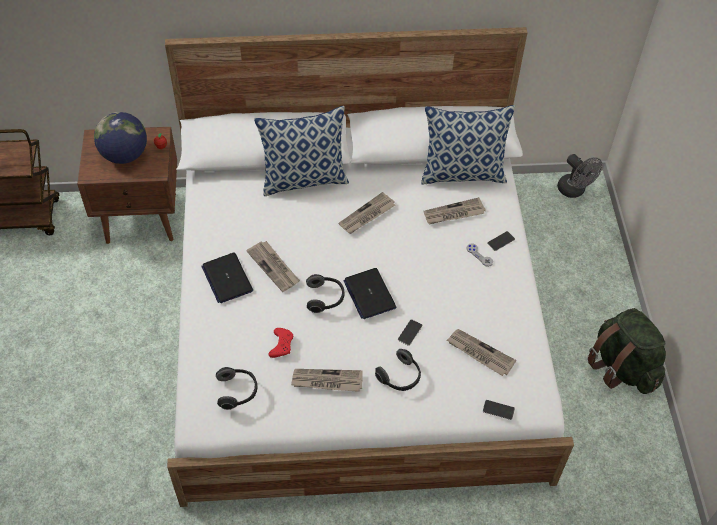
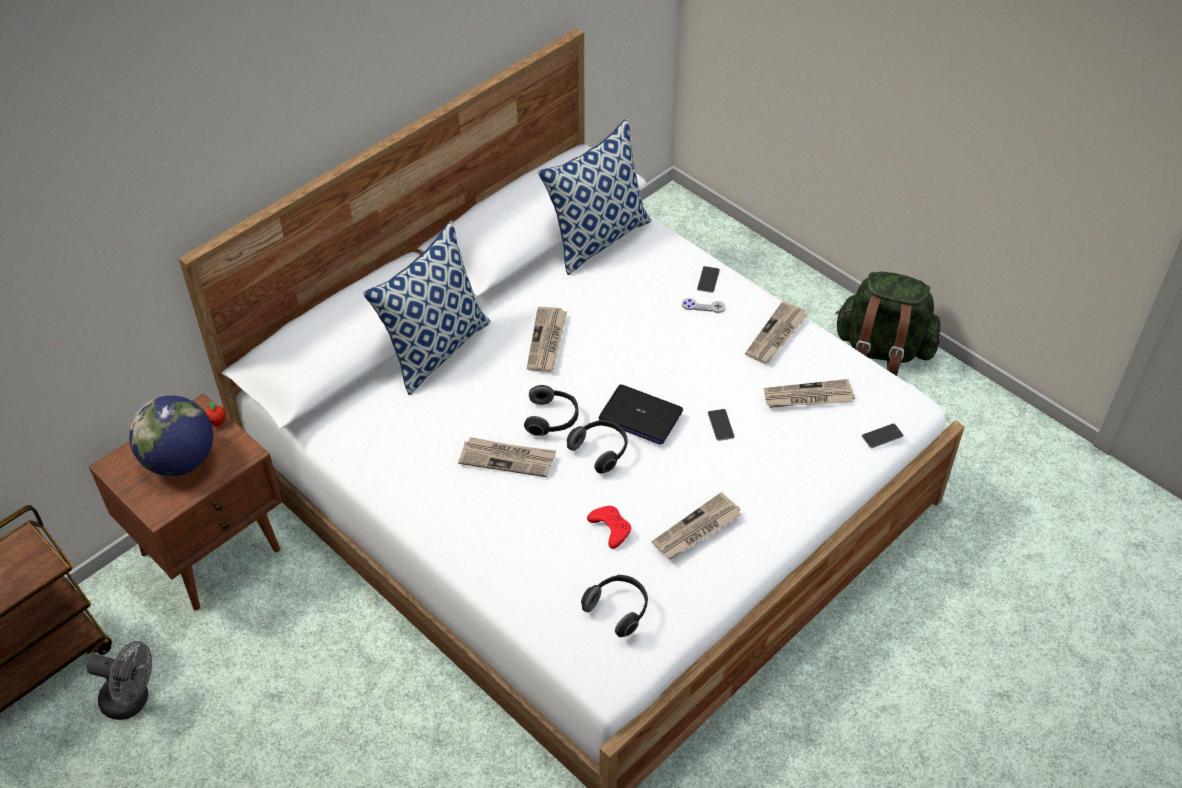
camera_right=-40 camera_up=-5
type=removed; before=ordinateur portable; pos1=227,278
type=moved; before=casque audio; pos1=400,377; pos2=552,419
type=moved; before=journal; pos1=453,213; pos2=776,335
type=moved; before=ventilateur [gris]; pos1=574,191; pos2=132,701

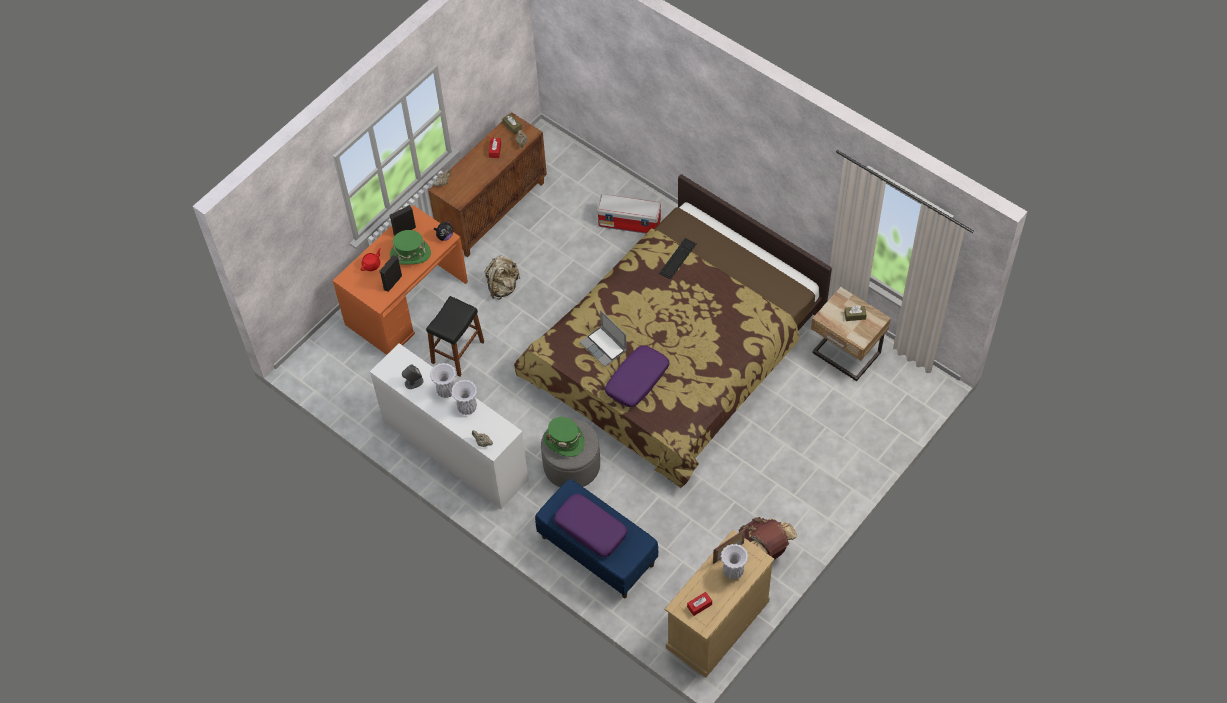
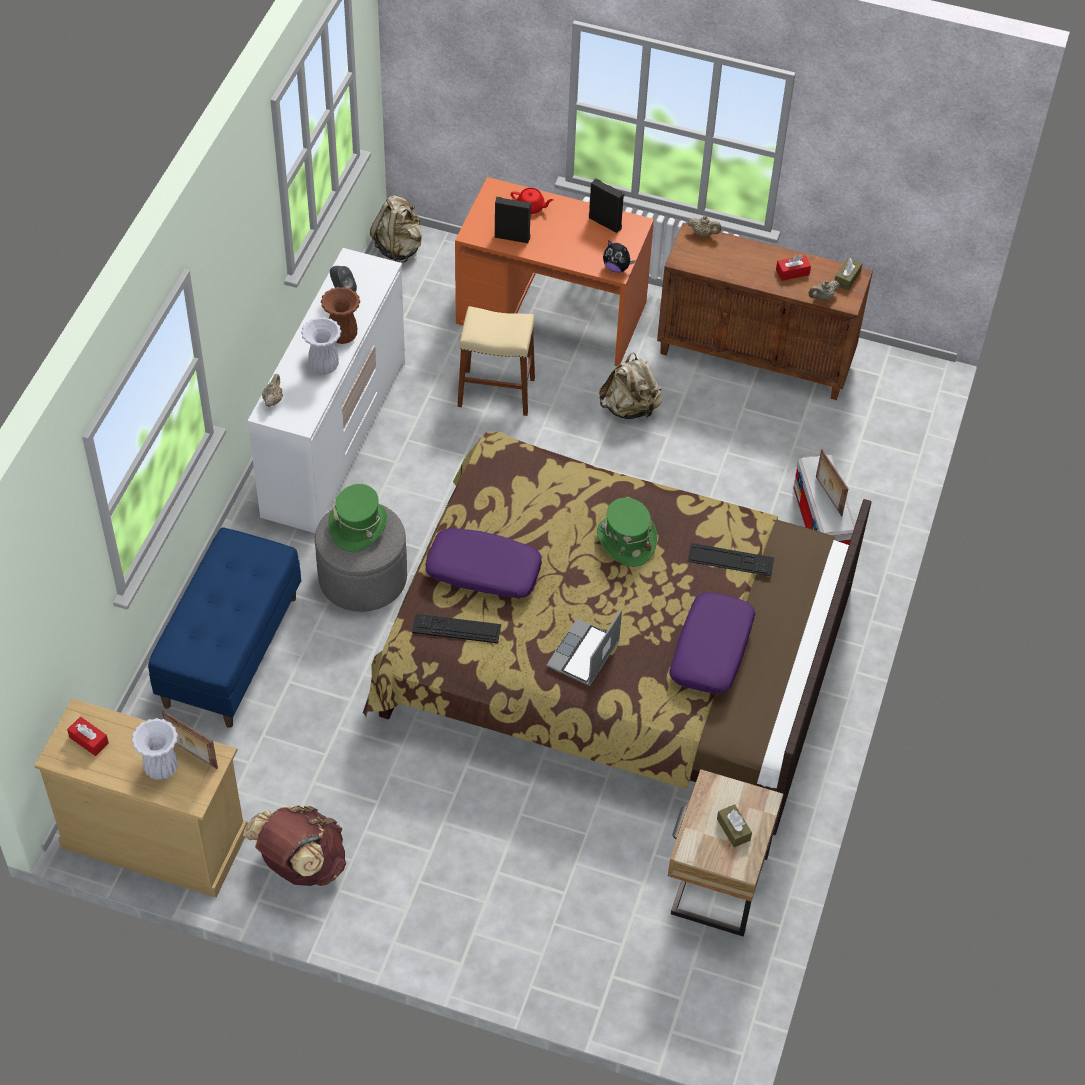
camera_right=65 camera_up=-5
type=added; after=sac à dos [beige]; pos2=399,248
type=added; after=clavier; pos2=456,628
type=added; after=cadre photo; pos2=828,496
type=moved; before=chapeau [vert]; pos1=410,254; pos2=626,540
type=moved; before=coussin [violet]; pos1=591,528; pos2=712,651
type=moved; before=ordinateur portable; pos1=604,347; pos2=584,655
type=recoloured; before=tabouret [noir]; after=tabouret [beige]; pos1=457,352; pos2=496,392
type=recoloured; before=vase [blanc]; after=vase [marron]; pos1=446,391; pos2=342,336

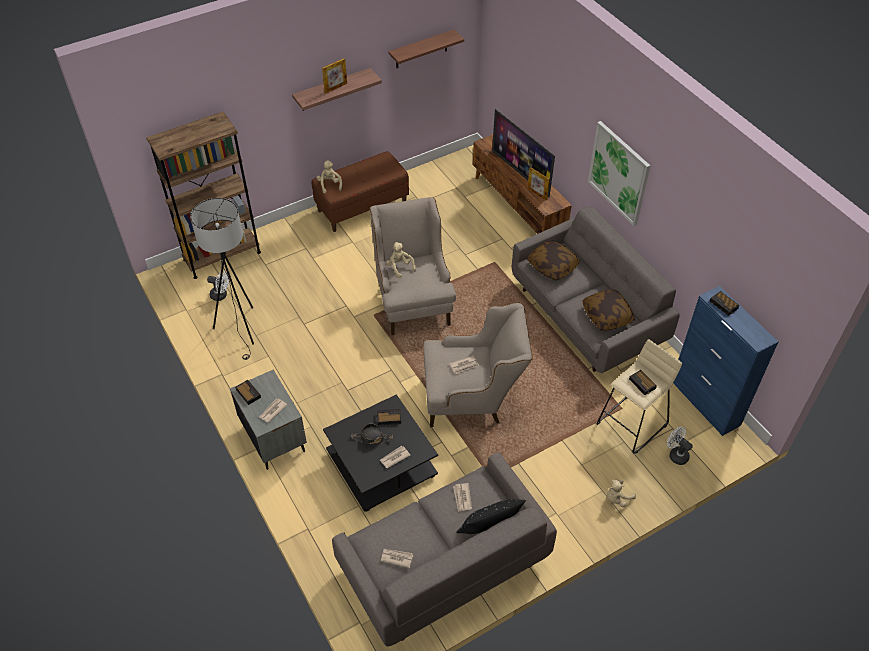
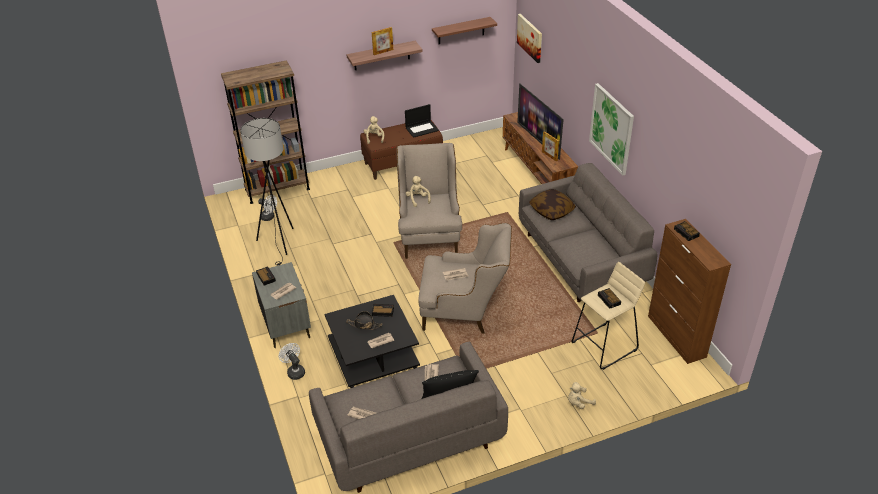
camera_right=10 camera_up=-10
type=removed; before=coussin; pos1=607,316
type=added; after=ordinateur portable; pos2=422,129
type=added; after=tableau; pos2=530,37
type=moved; before=ventilateur [blanc]; pos1=676,454; pos2=294,371
type=recoloured; before=meuble de rangement [bleu]; after=meuble de rangement [marron]; pos1=705,403; pos2=676,336

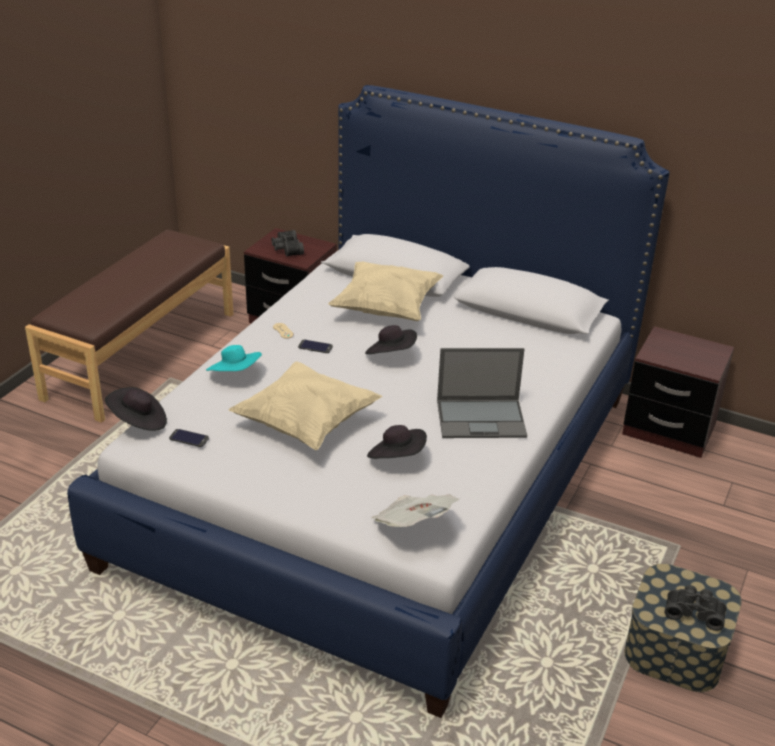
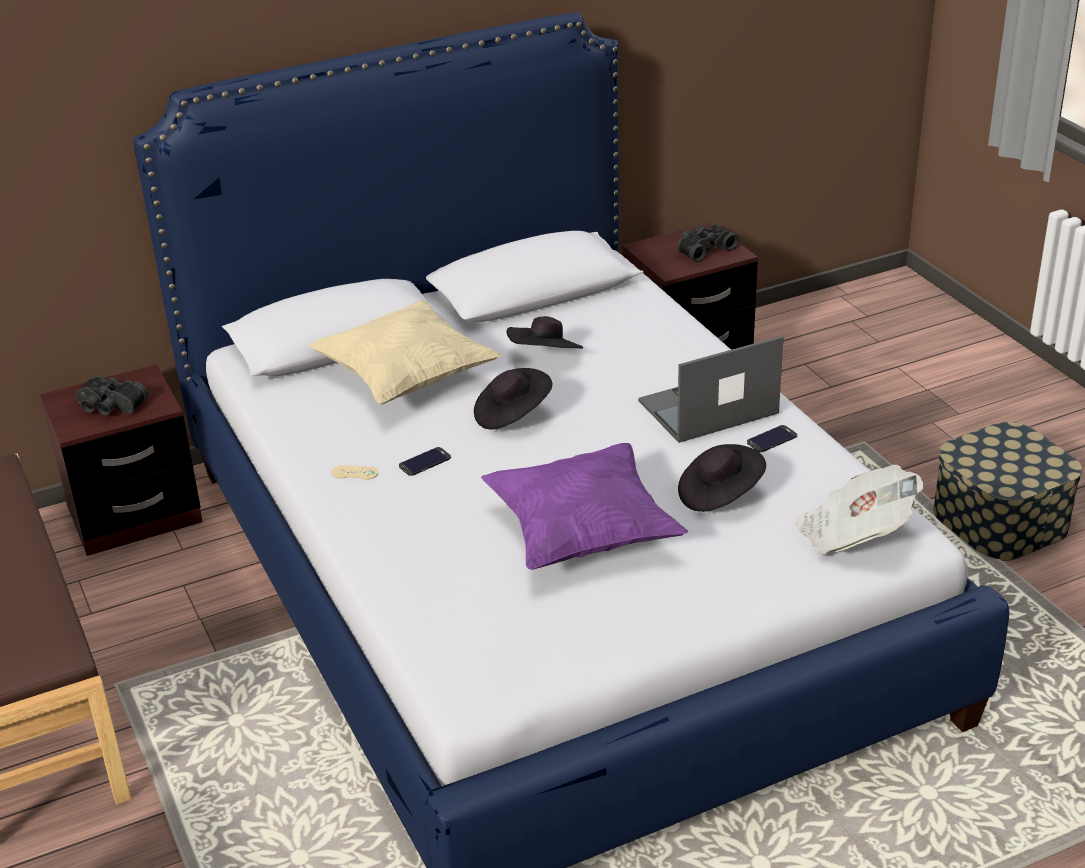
camera_right=-50 camera_up=0
type=removed; before=chapeau [turquoise]; pos1=235,375
type=moved; before=chapeau [noir]; pos1=138,422; pos2=545,357
type=moved; before=téléphone; pos1=189,438; pos2=772,439
type=moved; before=jumelles [noir]; pos1=694,611; pos2=704,249
type=recoloured; before=coussin [beige]; after=coussin [violet]; pos1=306,424; pos2=582,534
type=turned; before=ordinateur portable; pos1=482,418; pos2=707,408; turn=-150

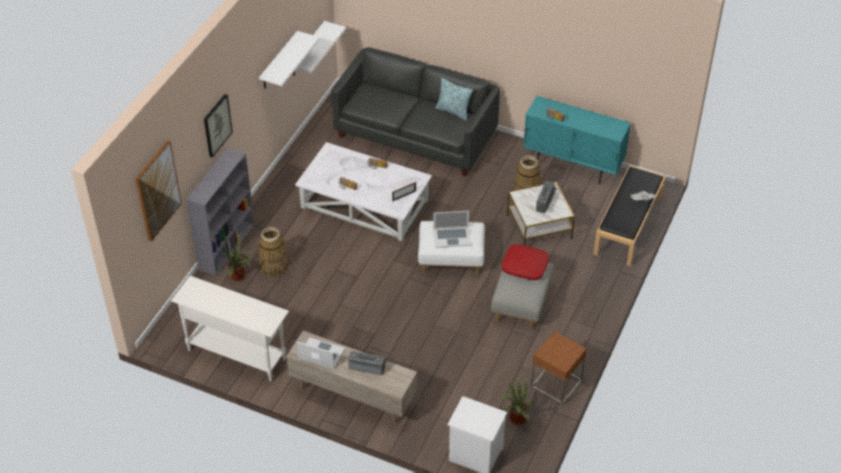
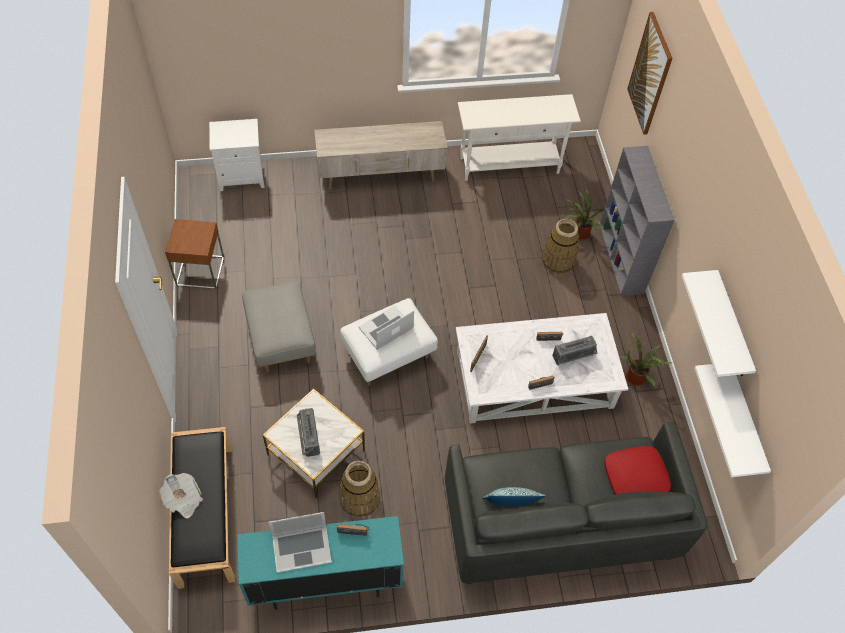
camera_right=145 camera_up=10
type=removed; before=tableau; pos1=217,125
type=moved; before=ordinateur portable; pos1=321,354; pos2=301,548
type=moved; before=radio; pos1=367,366; pos2=573,357
type=moved; before=plante en pot; pos1=515,418; pos2=636,377
type=moved; before=coussin [rouge]; pos1=525,266; pos2=635,477

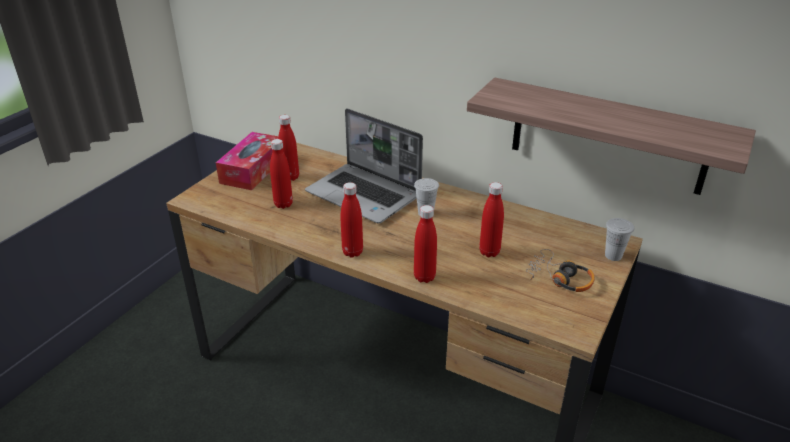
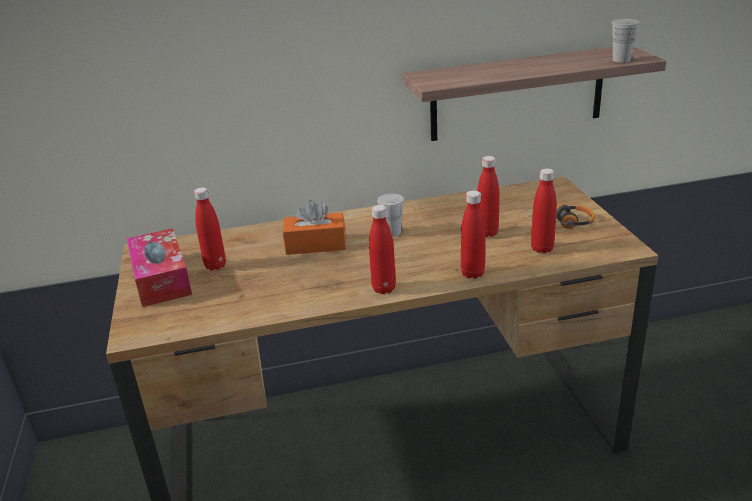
camera_right=-40 camera_up=-5
type=moved; before=bouteille [rouge]; pos1=283,204; pos2=542,249
type=moved; before=tasse [blanc]; pos1=613,255; pos2=621,60
type=replaced; before=ordinateur portable; after=boîte à mouchoirs [orange]; pos1=365,195; pos2=316,245

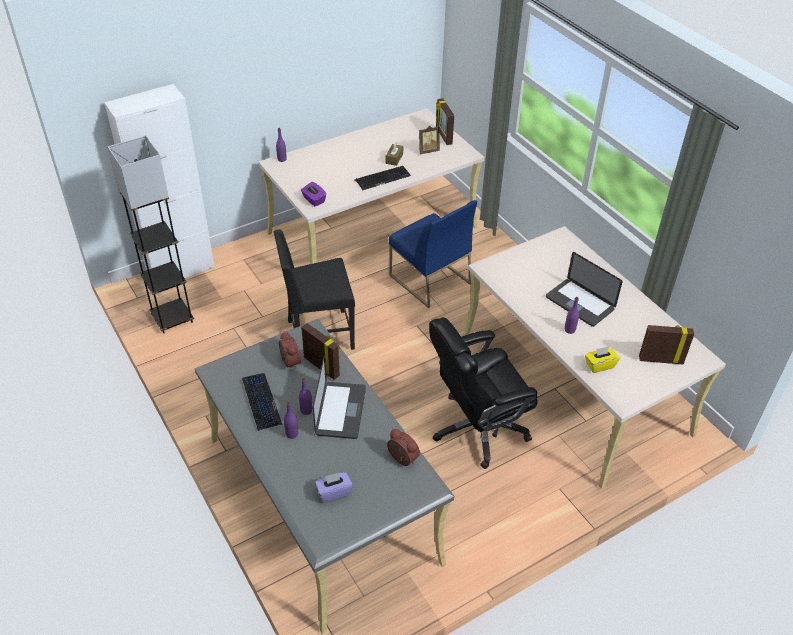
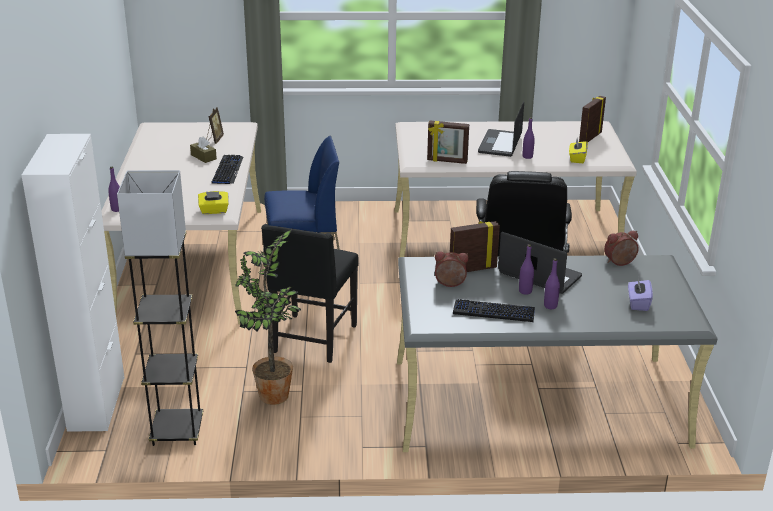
camera_right=-60 camera_up=-15
type=added; after=plante en pot; pos2=274,398
type=moved; before=cadre photo; pos1=443,136; pos2=447,161
type=recoloured; before=boîte à mouchoirs [violet]; after=boîte à mouchoirs [jaune]; pos1=313,200; pos2=214,211
type=turned; before=ordinateur portable; pos1=579,303; pos2=500,144; turn=120

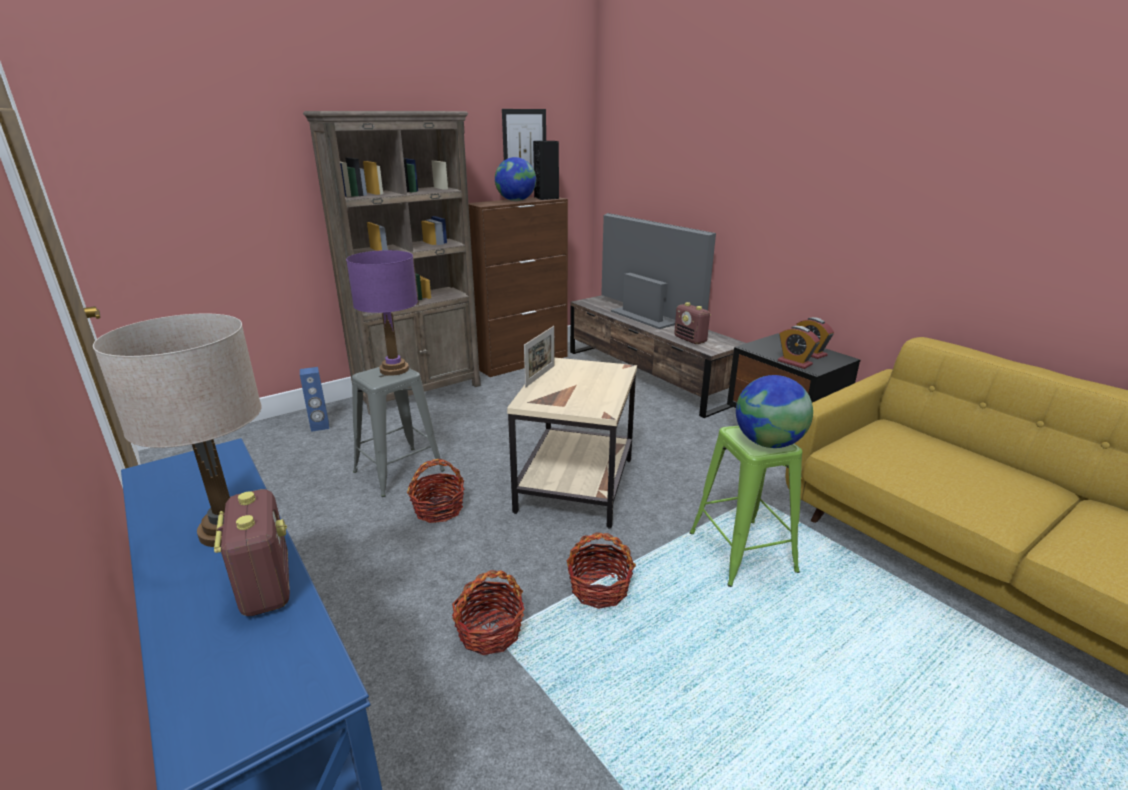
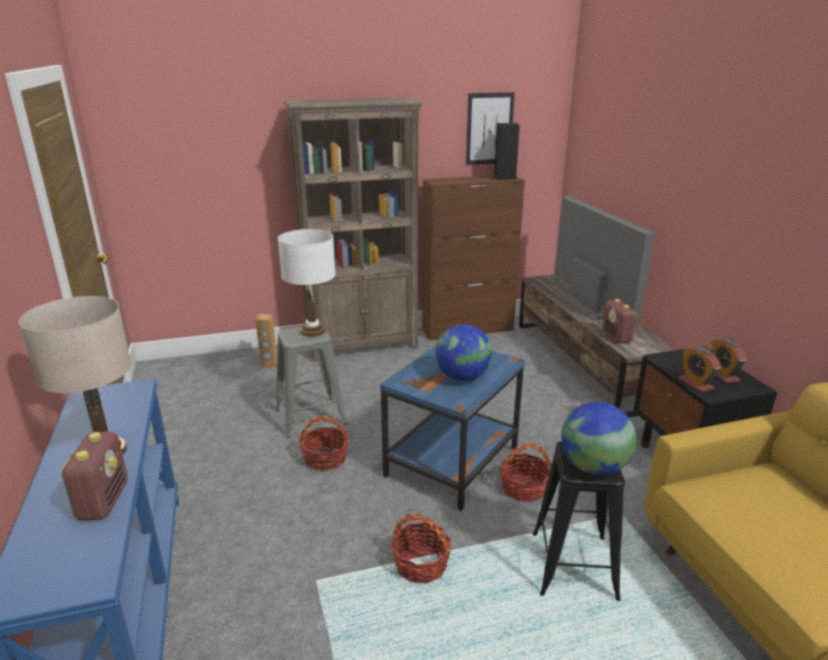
camera_right=20 camera_up=0
type=removed; before=cadre photo; pos1=540,376
type=moved; before=panier; pos1=489,631; pos2=524,488
type=moved; before=globe; pos1=516,201; pos2=462,377
type=recoloured; before=enceinte [bleu]; after=enceinte [marron]; pos1=320,426; pos2=269,364
type=recoloured; before=lampe de table [violet]; after=lampe de table [blanc]; pos1=394,369; pos2=313,331
type=recoloured; before=table d'appoint [beige]; after=table d'appoint [bleu]; pos1=574,485; pos2=451,462
type=recoloured; before=tabouret [vert]; after=tabouret [noir]; pos1=742,552; pos2=573,566

